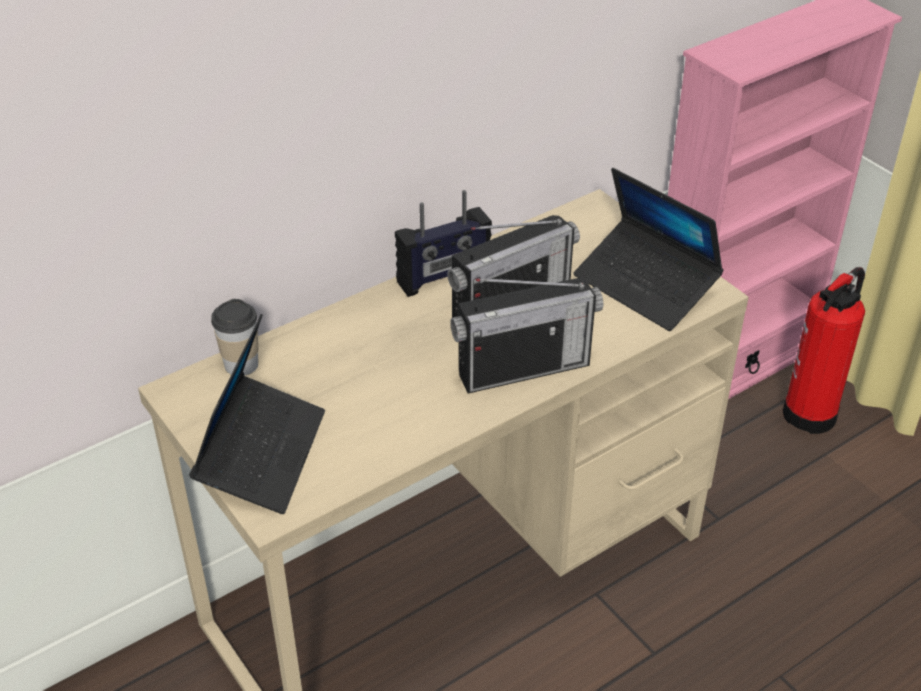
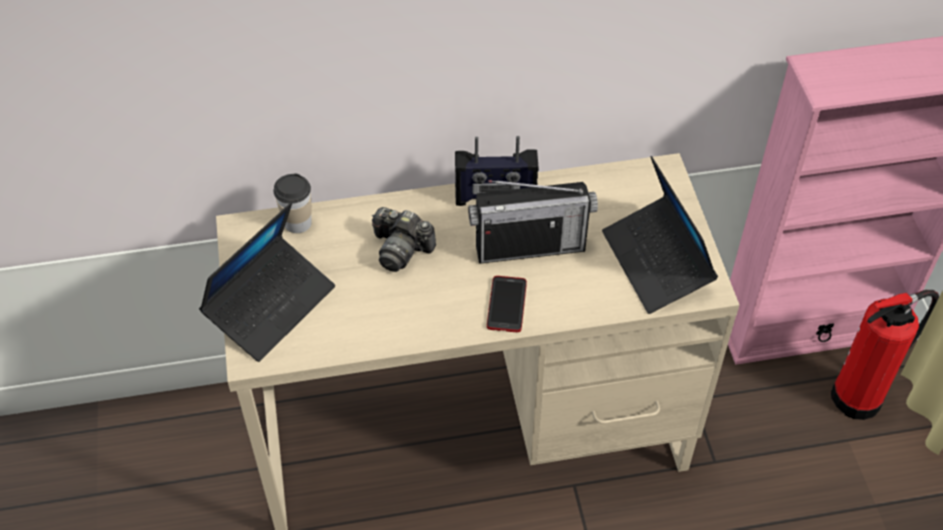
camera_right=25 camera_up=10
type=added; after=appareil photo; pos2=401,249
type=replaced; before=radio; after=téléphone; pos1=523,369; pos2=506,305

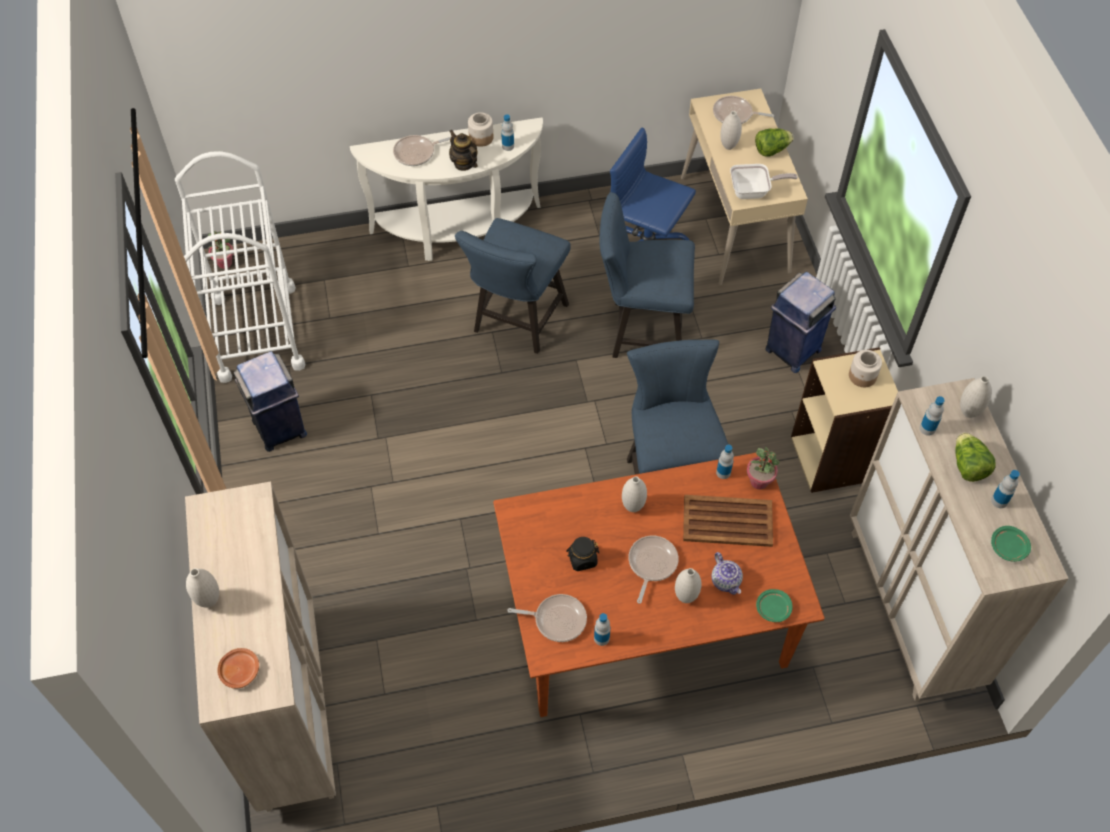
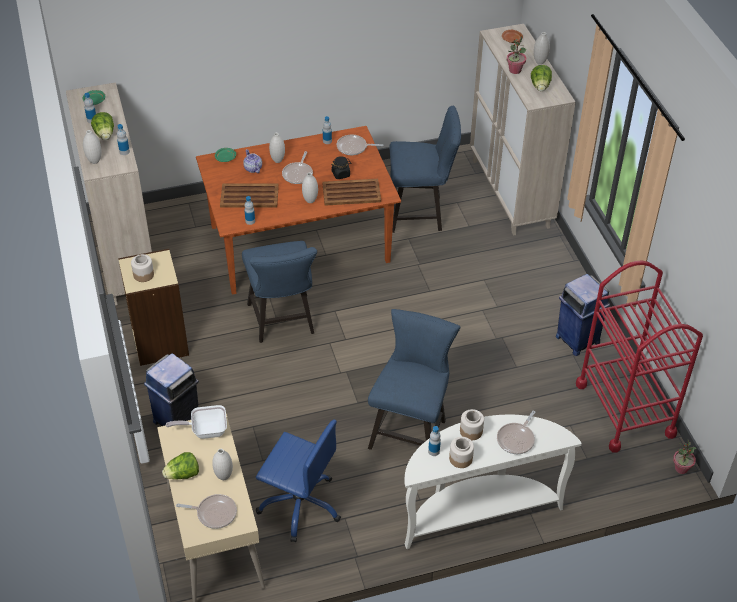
camera_right=175 camera_up=-10
type=added; after=plateau [marron]; pos2=351,193
type=added; after=laitue; pos2=540,87
type=moved; before=chaise [bleu]; pos1=641,331; pos2=420,213
type=moved; before=plante en pot; pos1=759,481; pos2=514,70
type=replaced; before=théière; after=bocal; pos1=464,163; pos2=471,431
type=recoloured; before=chariot [blanc]; after=chariot [rouge]; pos1=257,332; pos2=625,409
type=turned; before=poêle; pos1=417,153; pos2=516,439; turn=150

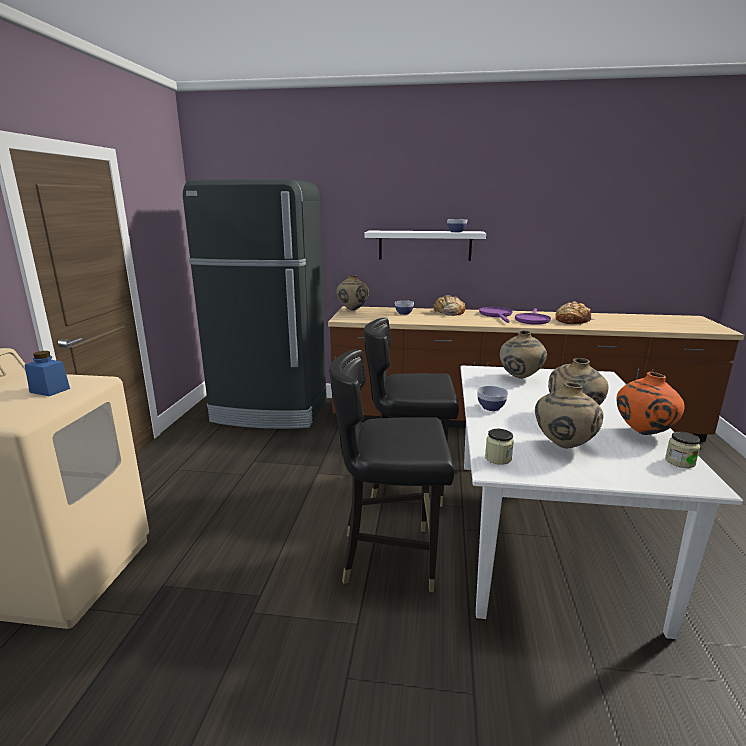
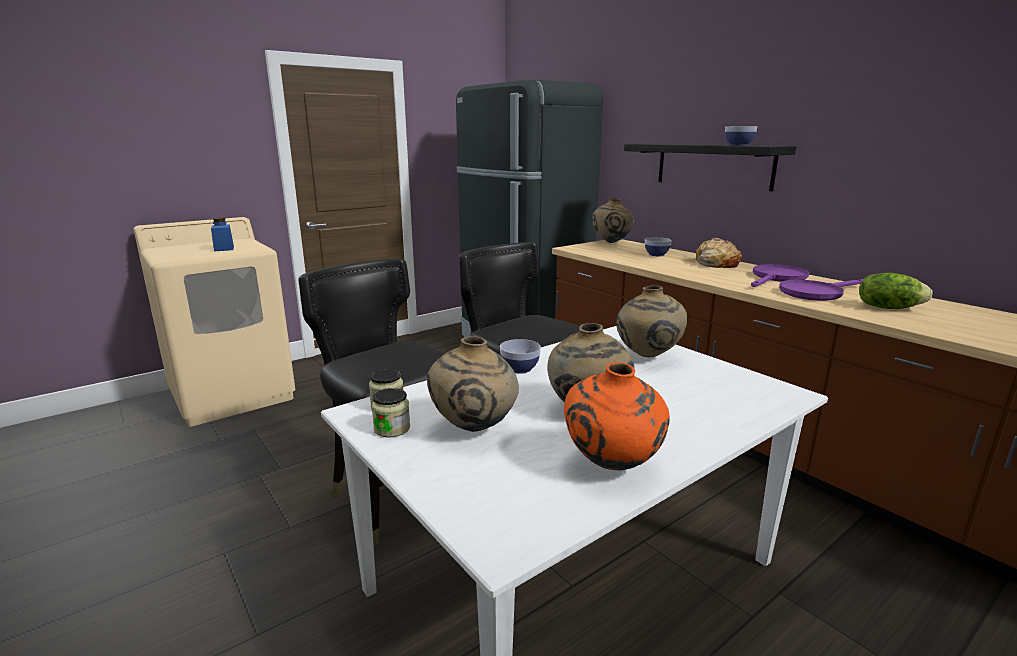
camera_right=45 camera_up=0
type=moved; before=bocal; pos1=680,462; pos2=392,429
type=replaced; before=pain; after=laitue; pos1=572,321; pos2=888,308
type=recoloured; before=étagère [blanc]; after=étagère [noir]; pos1=425,245; pos2=713,165

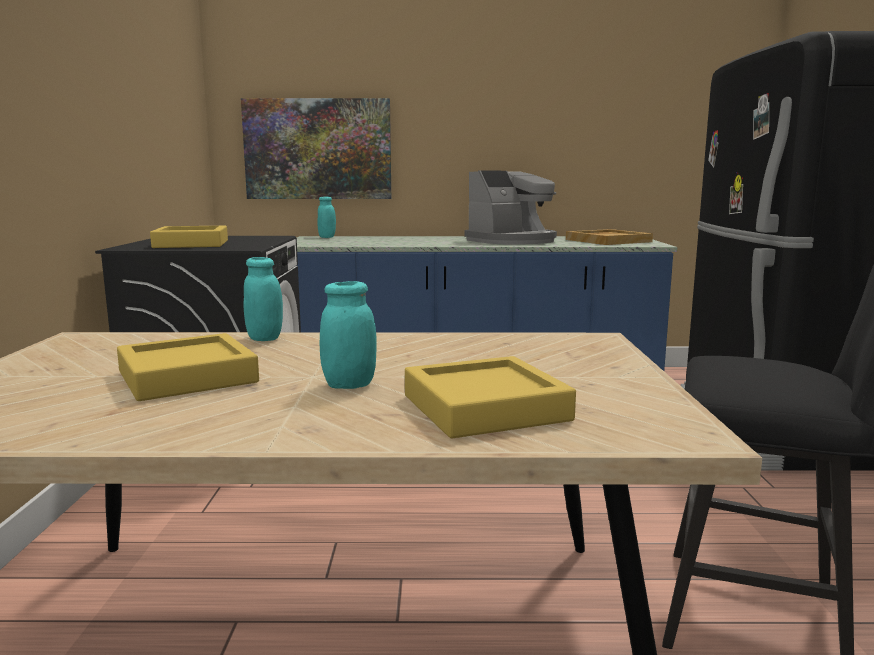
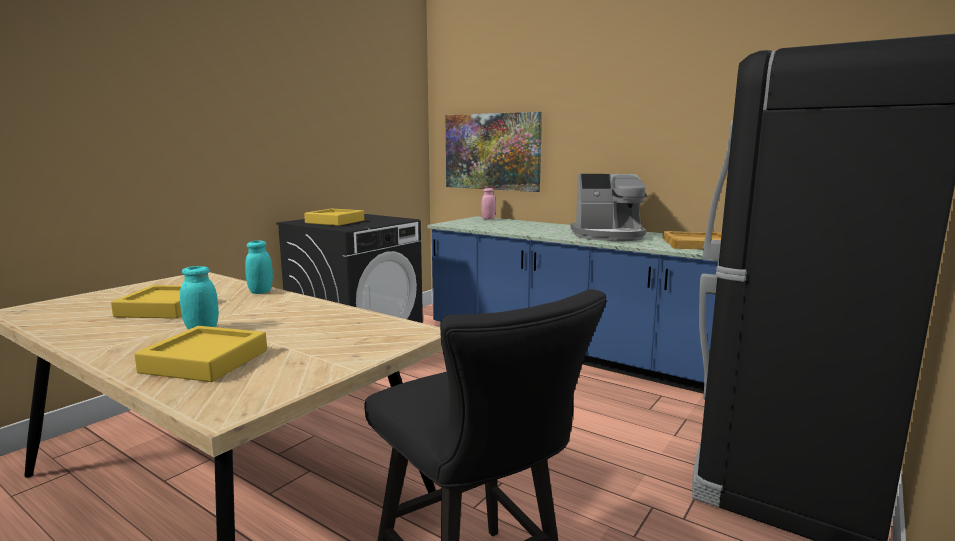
camera_right=35 camera_up=0
type=recoloured; before=bocal [turquoise]; after=bocal [rose]; pos1=327,237; pos2=488,219

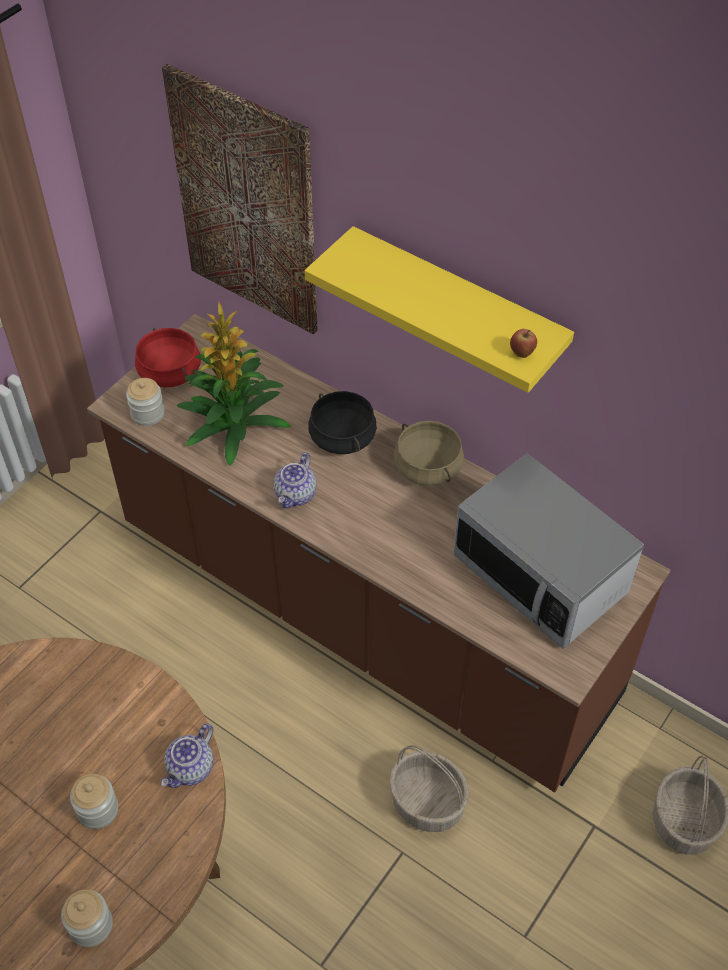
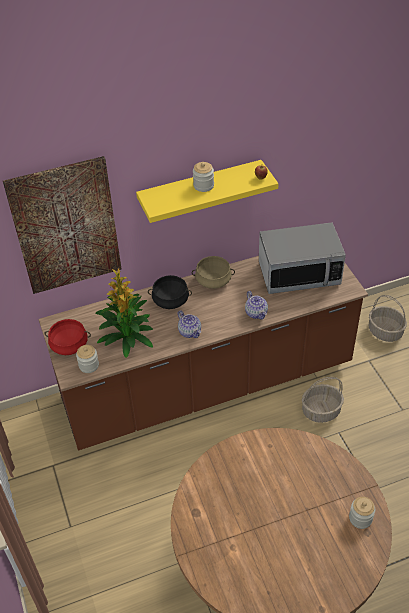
camera_right=-55 camera_up=-5
type=moved; before=bocal; pos1=98,810; pos2=203,185
type=moved; before=théière; pos1=191,769; pos2=256,313

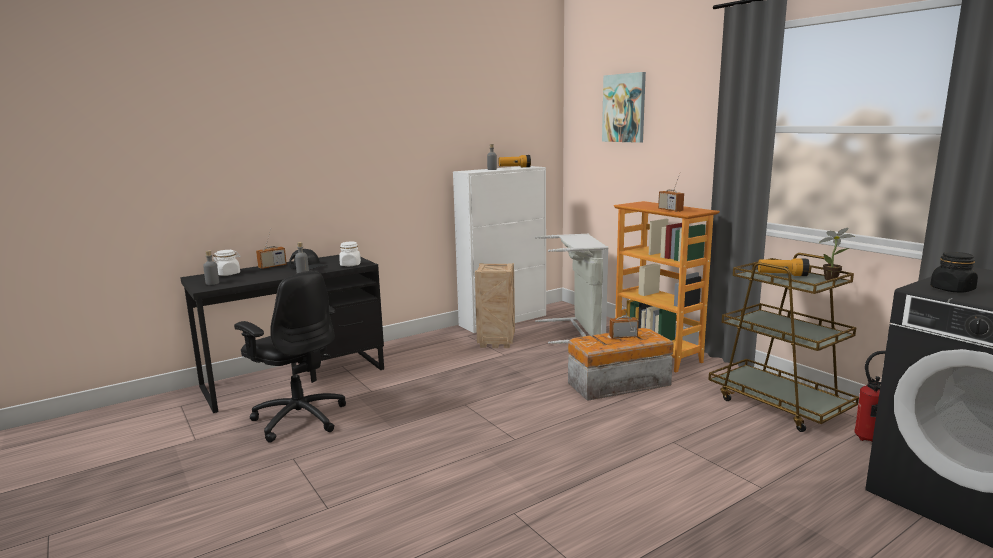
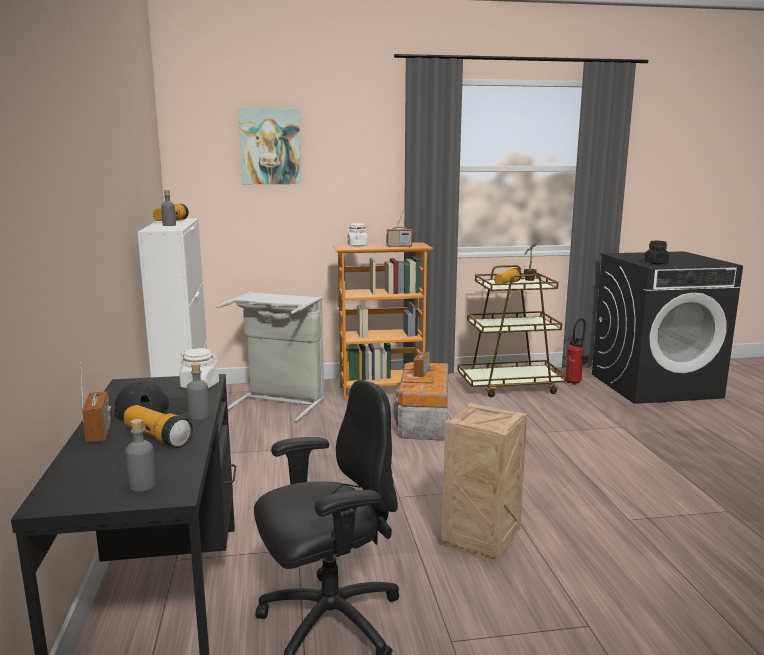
camera_right=-65 camera_up=0
type=added; after=lampe de poche; pos2=157,438
type=moved; before=bocal [blanc]; pos1=228,274; pos2=357,245
type=moved; before=caisse; pos1=497,342; pos2=481,541

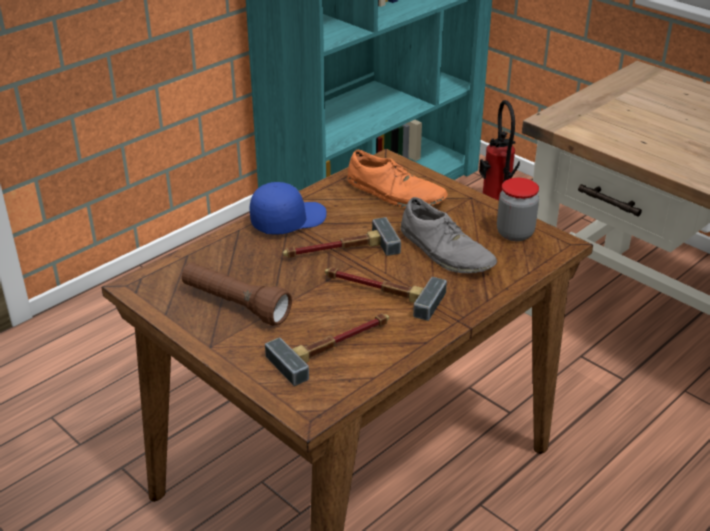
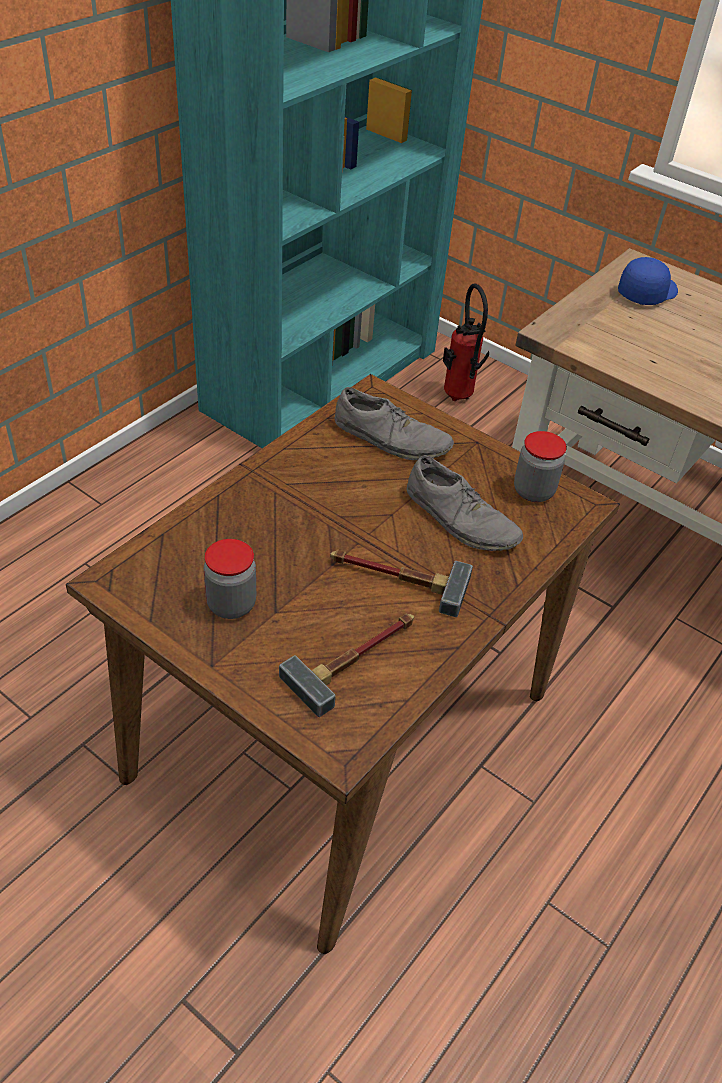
camera_right=-10 camera_up=10
type=removed; before=marteau; pos1=339,250
type=moved; before=casquette [bleu]; pos1=288,220; pos2=646,292
type=replaced; before=lampe de poche [marron]; after=bocal; pos1=235,305; pos2=231,604
type=recoloured; before=chaussure [orange]; after=chaussure [gris]; pos1=395,193; pos2=391,438

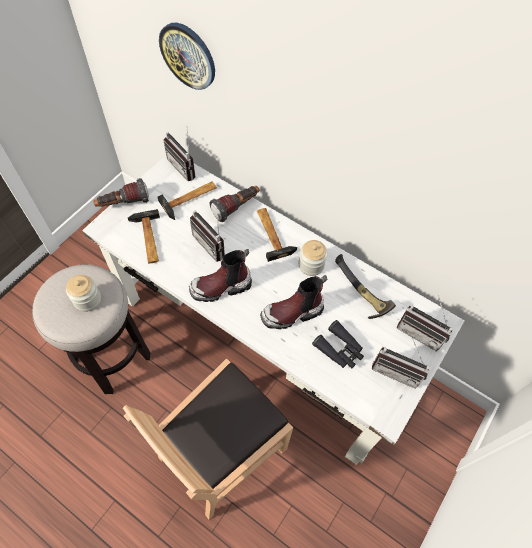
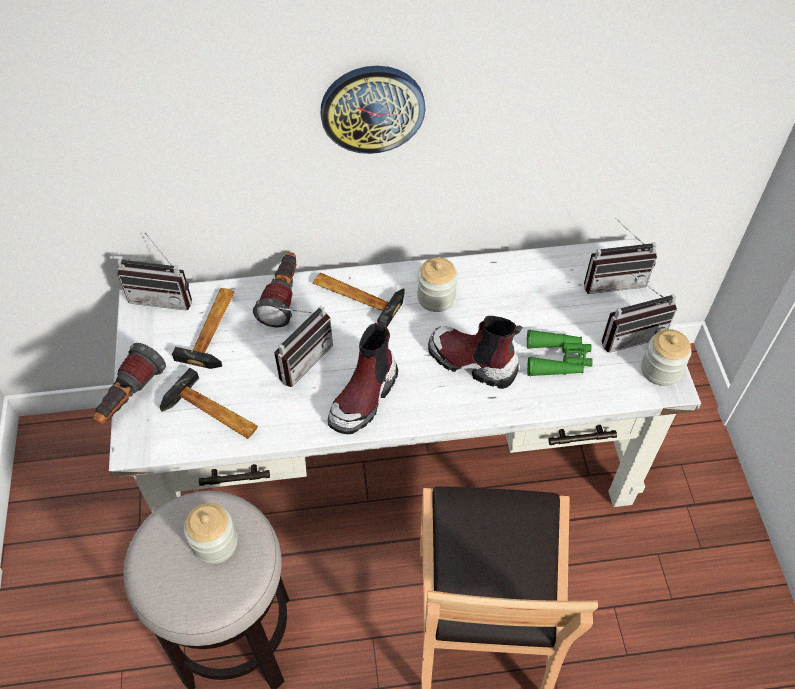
camera_right=-40 camera_up=-5
type=removed; before=marteau; pos1=359,292
type=added; after=bocal; pos2=660,370
type=moved; before=horloge murale; pos1=188,56; pos2=372,108
type=recoloured; before=jumelles [noir]; after=jumelles [vert]; pos1=339,349; pos2=558,359
type=turned; before=radio; pos1=213,244; pos2=301,358; turn=-60
type=turned; before=botte; pos1=292,313; pos2=472,362; turn=90

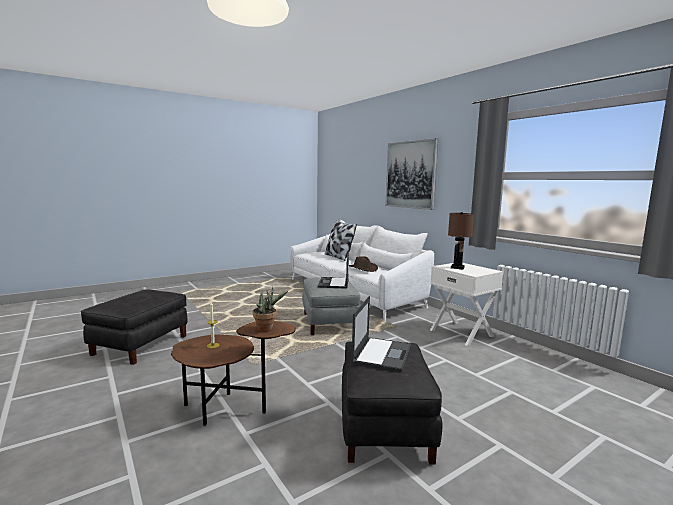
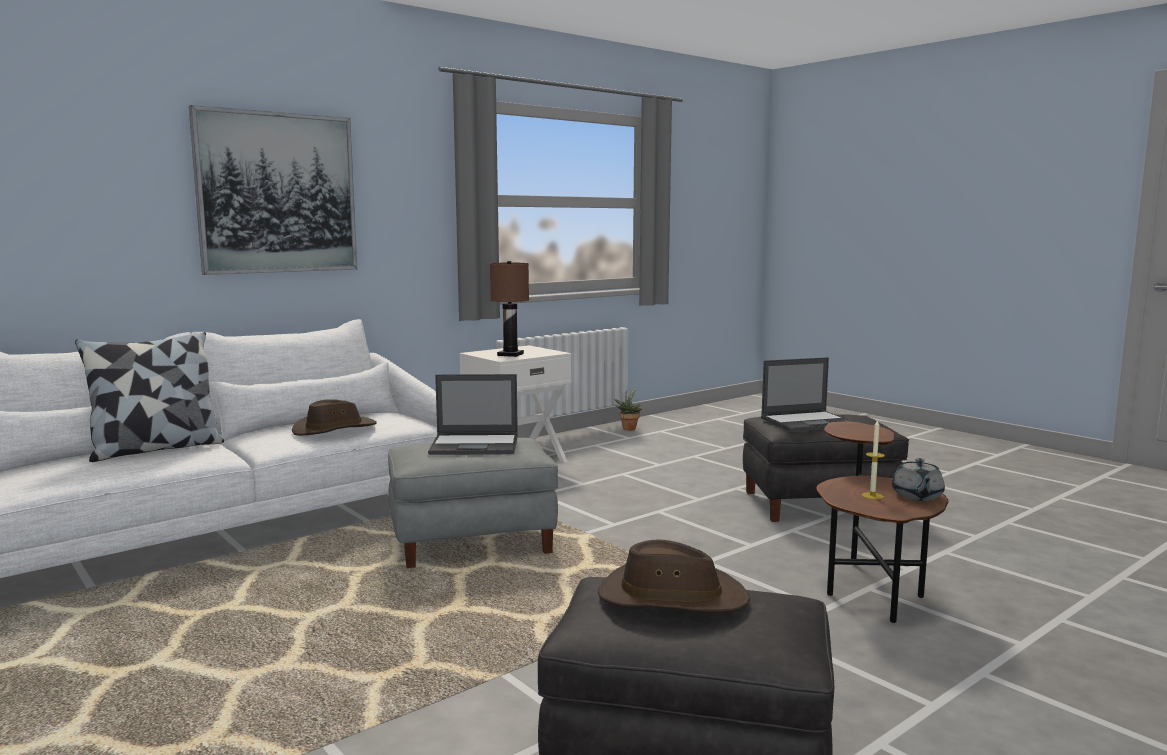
camera_right=-95 camera_up=0
type=added; after=chapeau [marron]; pos2=671,597
type=added; after=théière [gris]; pos2=917,496
type=moved; before=plante en pot; pos1=267,329; pos2=628,428
type=turned; before=ordinateur portable; pos1=382,353; pos2=808,422; turn=150

